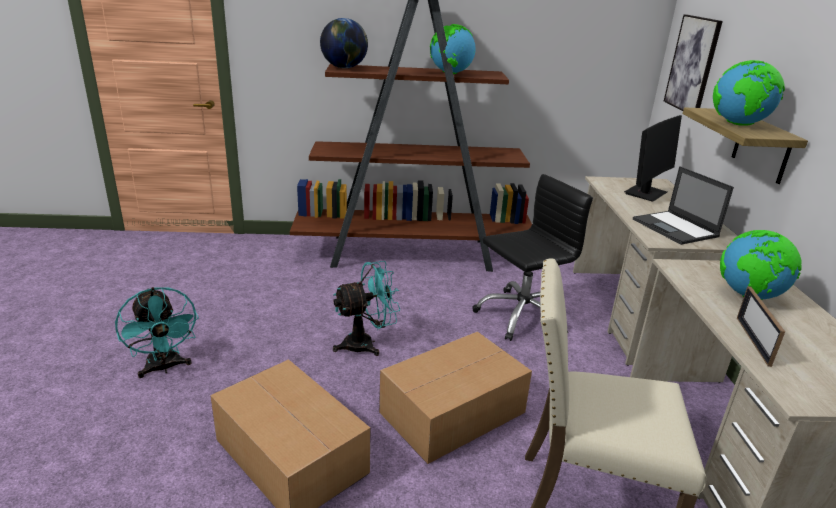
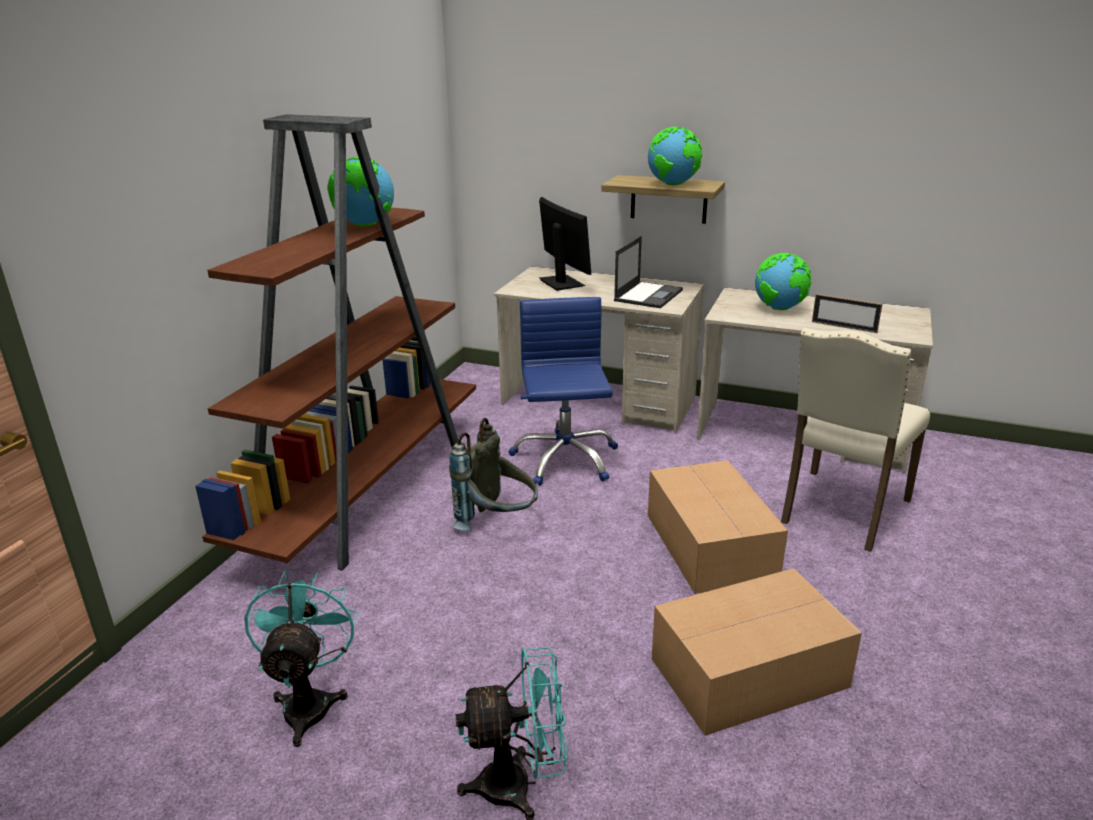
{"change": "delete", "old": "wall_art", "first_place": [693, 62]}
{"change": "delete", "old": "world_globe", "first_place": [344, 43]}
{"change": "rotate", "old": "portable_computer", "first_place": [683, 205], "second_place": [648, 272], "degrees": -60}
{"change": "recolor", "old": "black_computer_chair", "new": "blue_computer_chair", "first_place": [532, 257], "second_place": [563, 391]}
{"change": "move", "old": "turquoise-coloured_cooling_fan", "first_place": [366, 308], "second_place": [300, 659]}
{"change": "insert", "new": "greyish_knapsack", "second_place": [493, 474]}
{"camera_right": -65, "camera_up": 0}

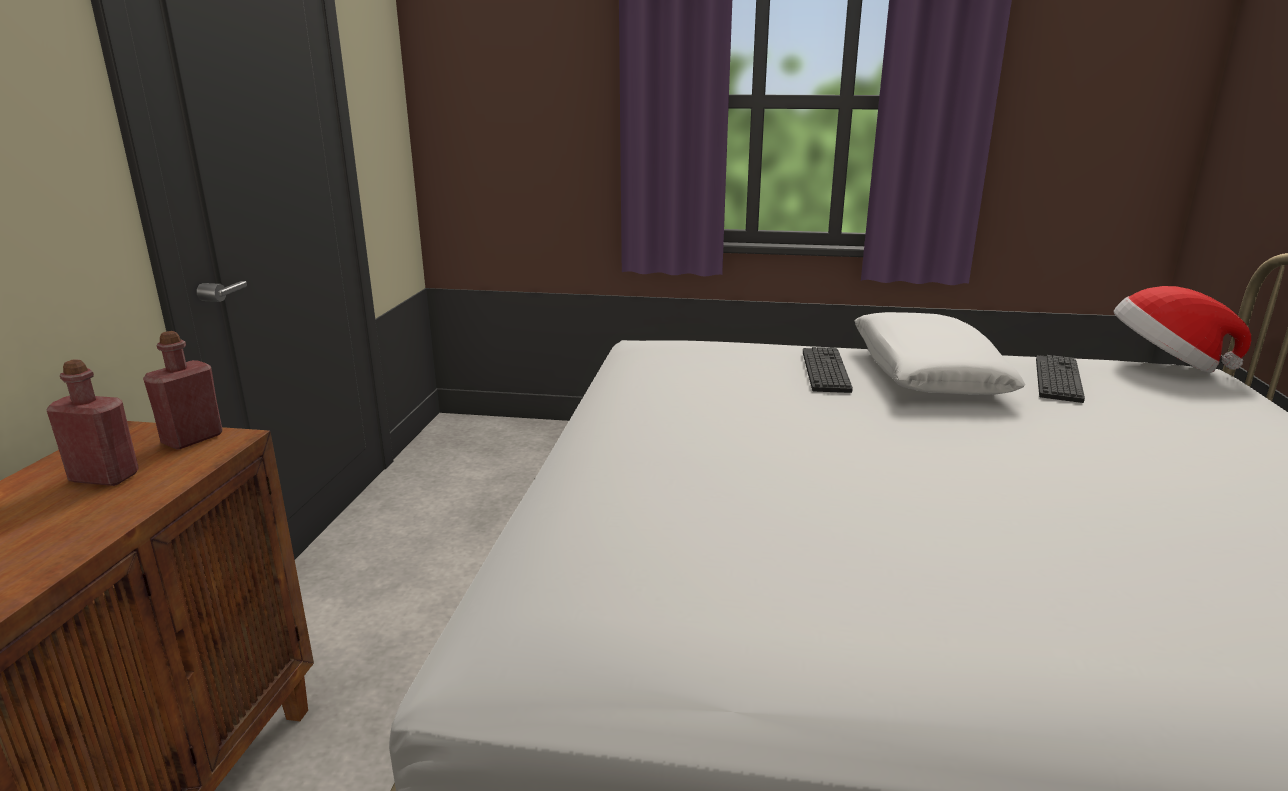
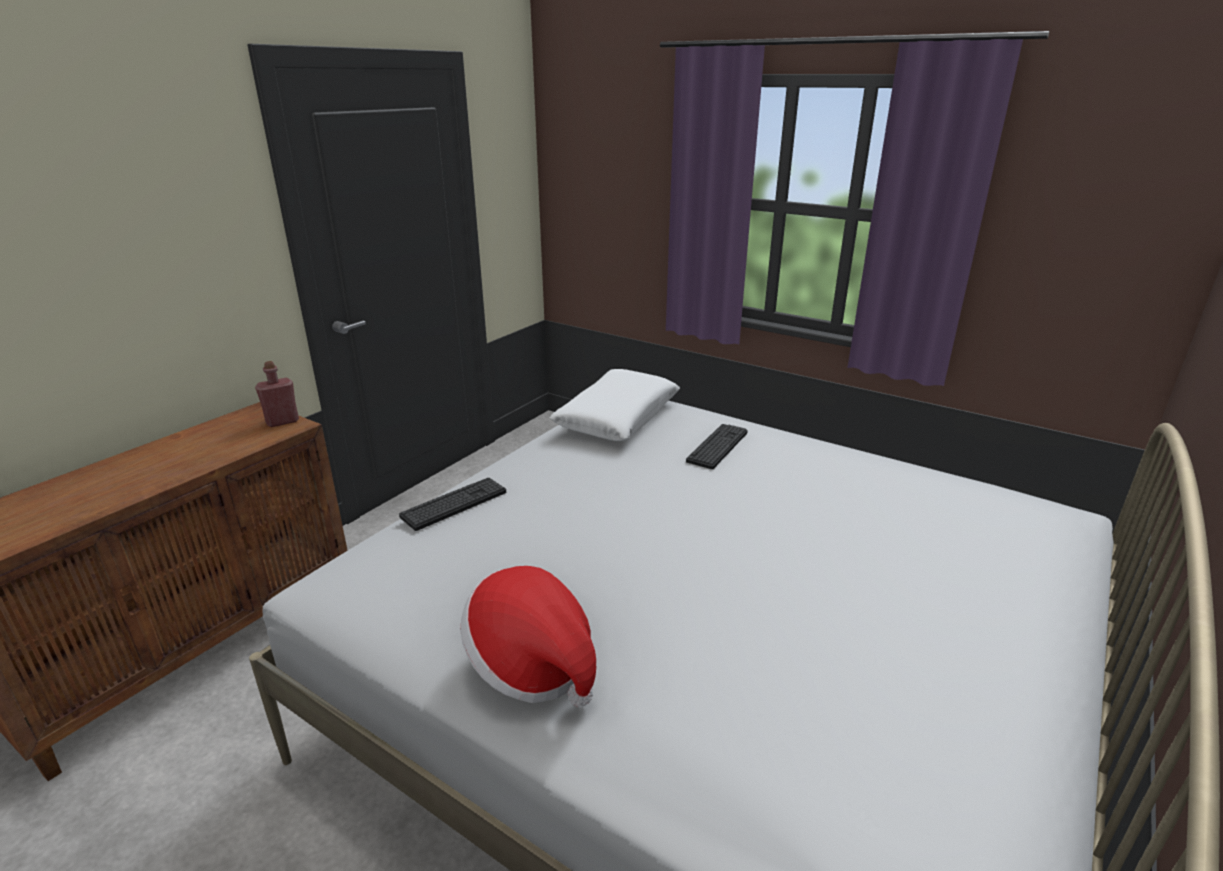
{"change": "move", "old": "hat", "first_place": [1182, 329], "second_place": [528, 636]}
{"change": "move", "old": "white_throw_pillow", "first_place": [939, 353], "second_place": [615, 405]}
{"change": "move", "old": "PC_keyboard", "first_place": [1060, 379], "second_place": [452, 504]}
{"change": "delete", "old": "red-coloured_beverage_bottle", "first_place": [93, 422]}
{"camera_right": 25, "camera_up": 5}

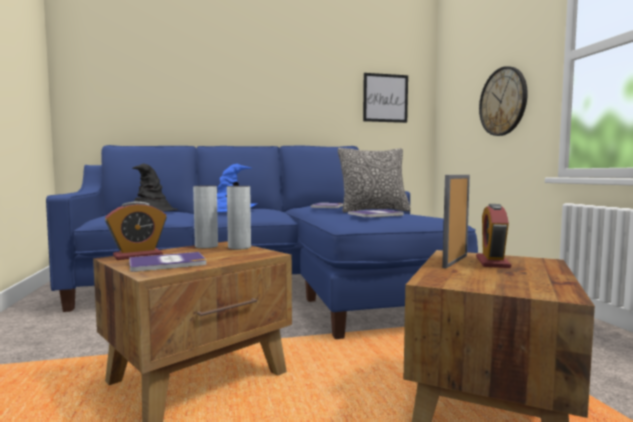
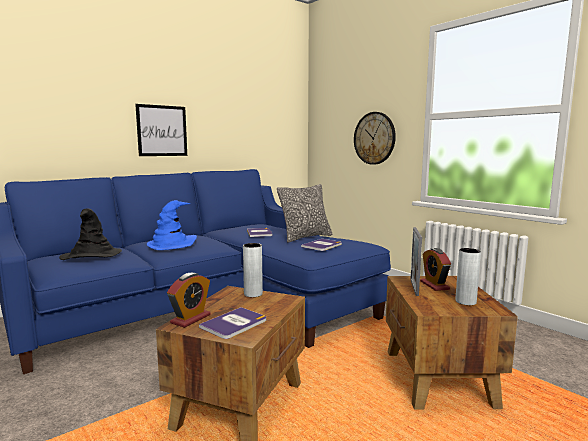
{"change": "move", "old": "wall_art", "first_place": [385, 98], "second_place": [161, 130]}
{"change": "move", "old": "greyish_decorative_vase", "first_place": [205, 217], "second_place": [468, 276]}
{"camera_right": -25, "camera_up": 5}

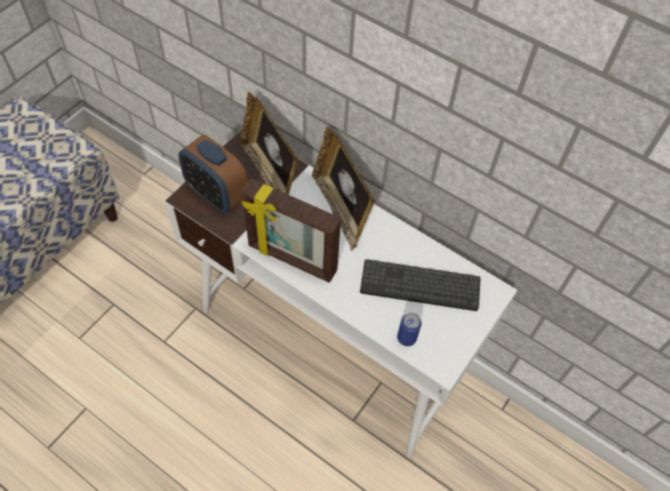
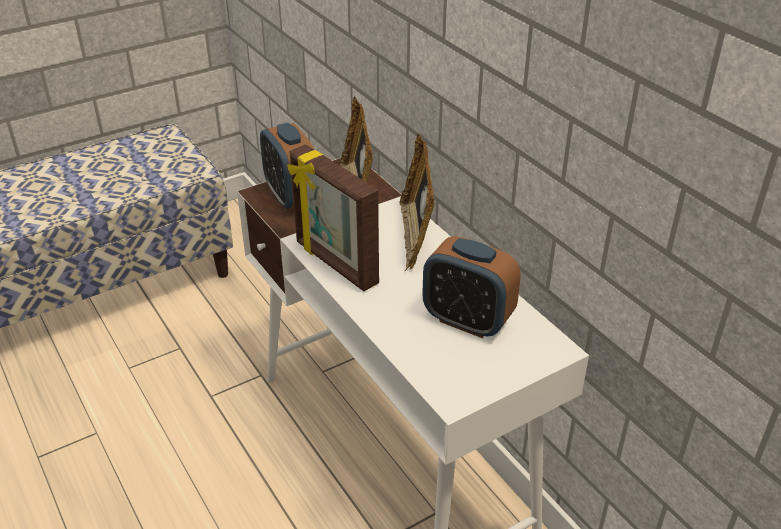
{"change": "replace", "old": "PC_keyboard", "new": "bedside_clock", "first_place": [420, 285], "second_place": [471, 287]}
{"change": "delete", "old": "metal_can", "first_place": [409, 329]}
{"camera_right": 25, "camera_up": -20}

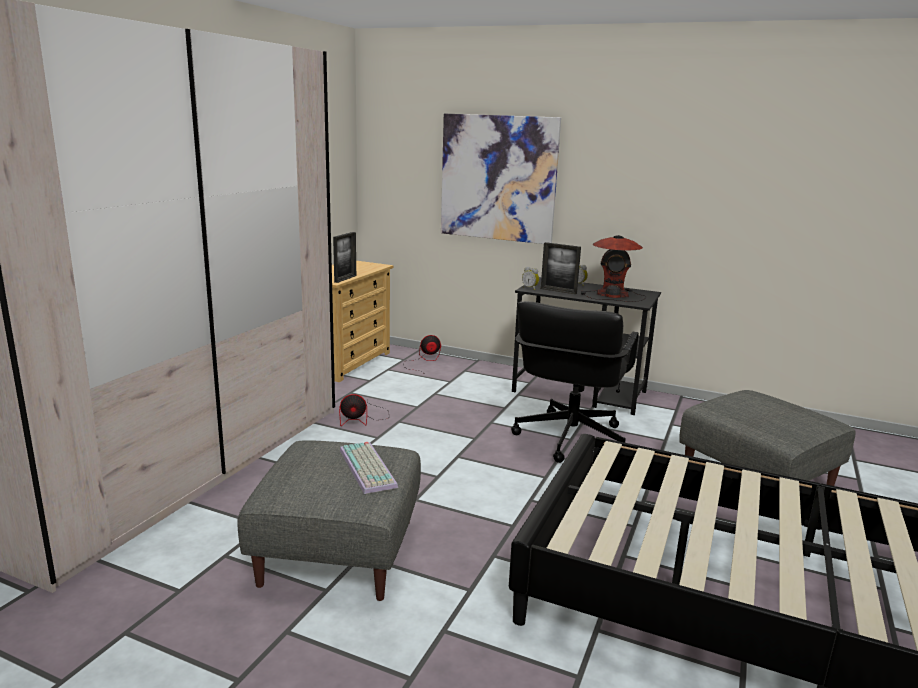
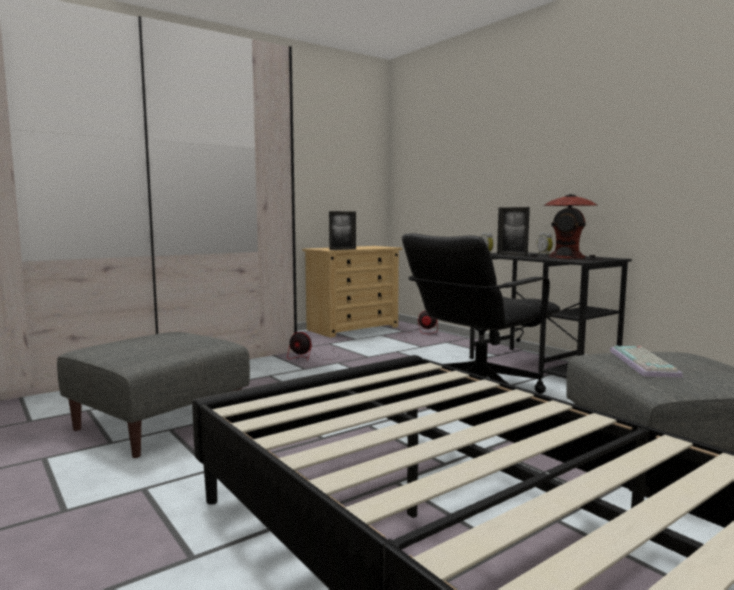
{"change": "delete", "old": "wall_art", "first_place": [501, 179]}
{"change": "move", "old": "PC_keyboard", "first_place": [369, 468], "second_place": [646, 362]}
{"camera_right": 30, "camera_up": -10}

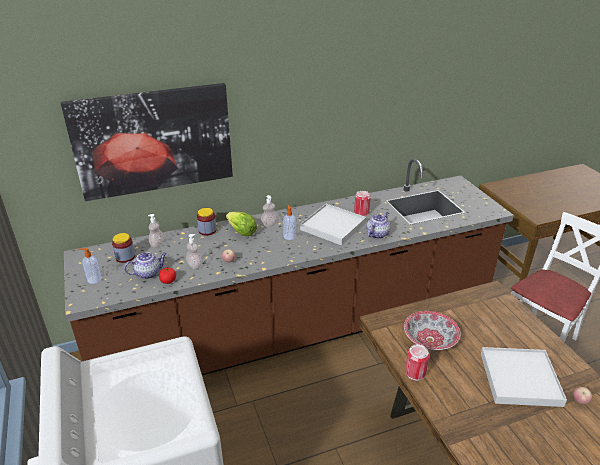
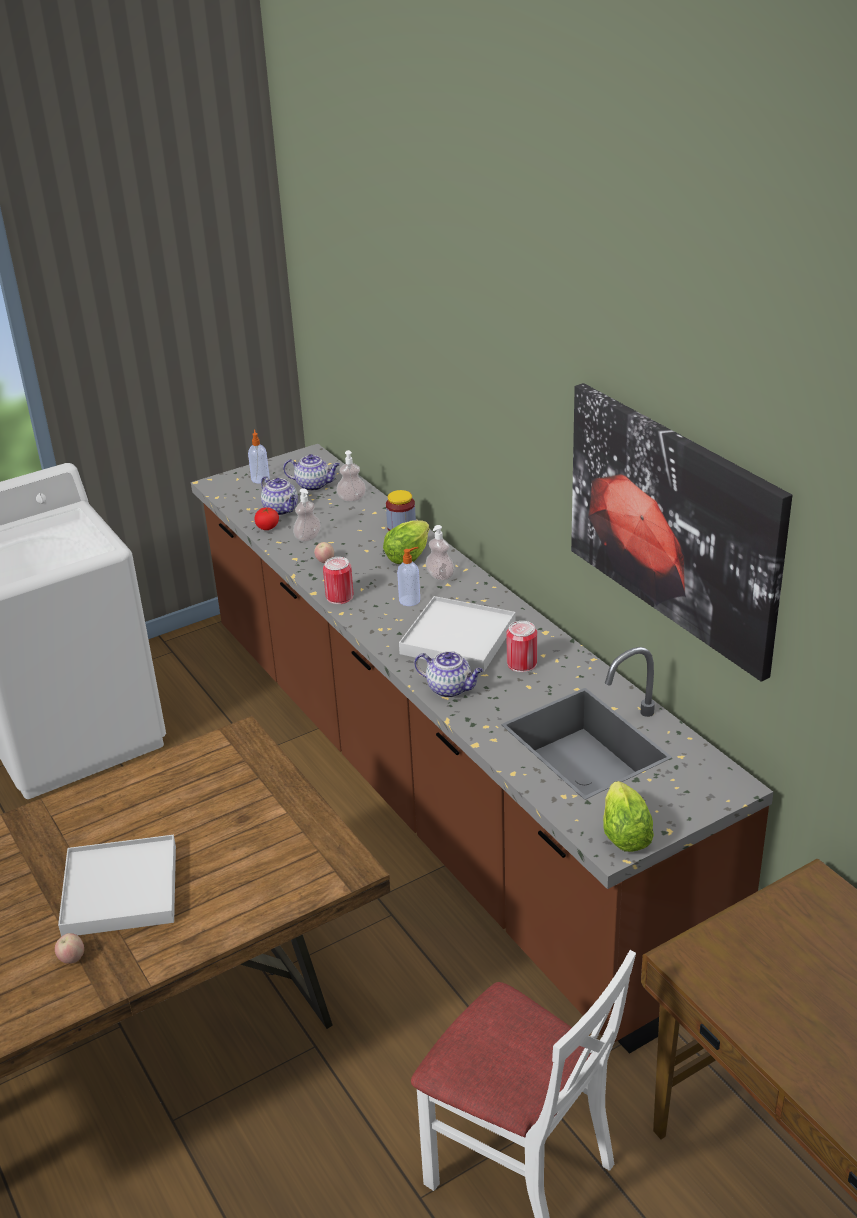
{"change": "move", "old": "wall_art", "first_place": [147, 142], "second_place": [681, 532]}
{"change": "replace", "old": "jar", "new": "teapot", "first_place": [123, 248], "second_place": [311, 472]}
{"change": "delete", "old": "bowl", "first_place": [432, 331]}
{"change": "move", "old": "metal_can", "first_place": [417, 362], "second_place": [338, 580]}
{"change": "insert", "new": "lettuce", "second_place": [628, 816]}
{"camera_right": 80, "camera_up": 0}

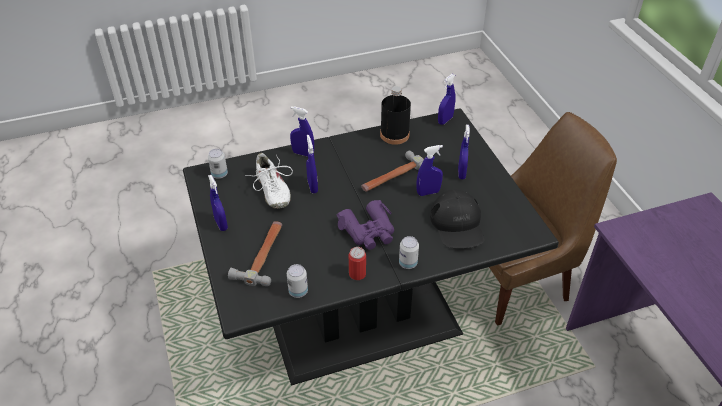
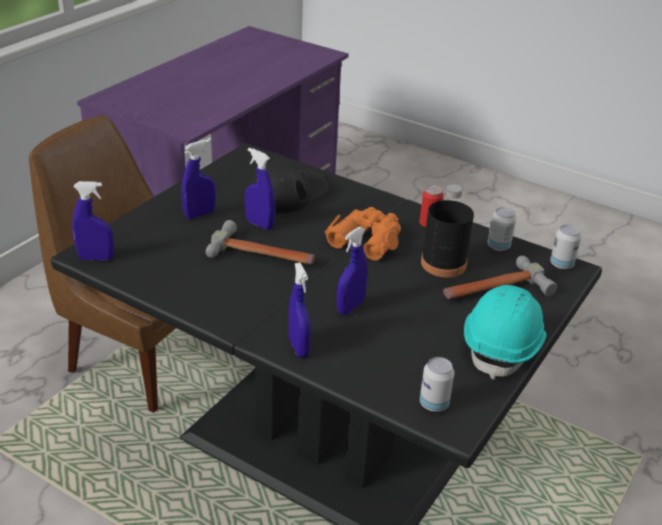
{"change": "move", "old": "black_beverage_bottle", "first_place": [395, 115], "second_place": [447, 231]}
{"change": "delete", "old": "white_low_shoe", "first_place": [269, 181]}
{"change": "replace", "old": "blue_spray_bottle", "new": "turquoise-coloured_work_helmet", "first_place": [218, 203], "second_place": [505, 332]}
{"change": "recolor", "old": "purple_pair_of_binoculars", "new": "orange_pair_of_binoculars", "first_place": [365, 225], "second_place": [363, 234]}
{"change": "move", "old": "metal_can", "first_place": [409, 252], "second_place": [565, 247]}
{"camera_right": -130, "camera_up": -10}

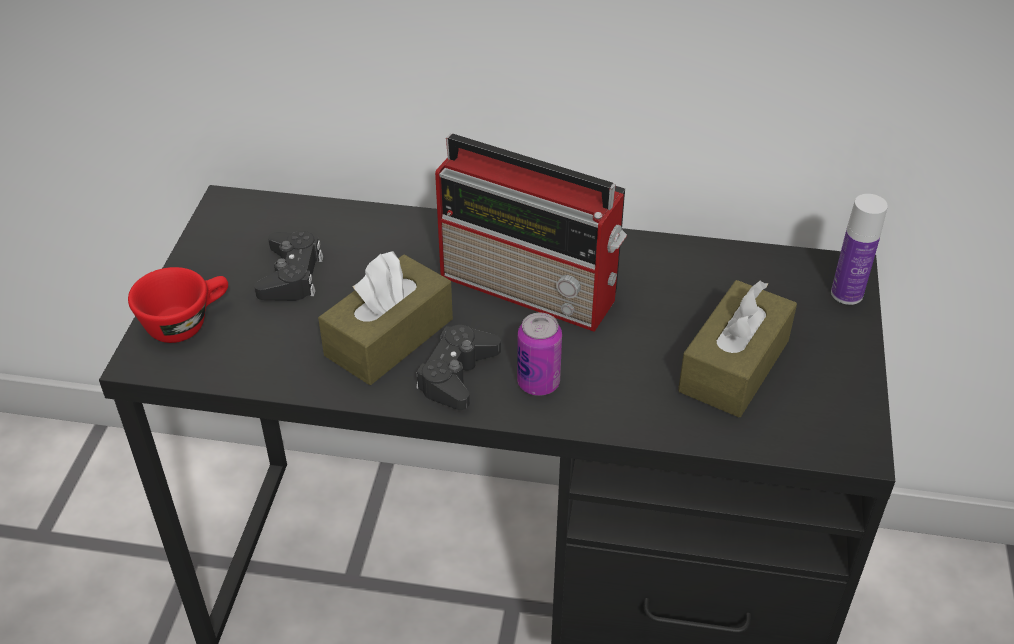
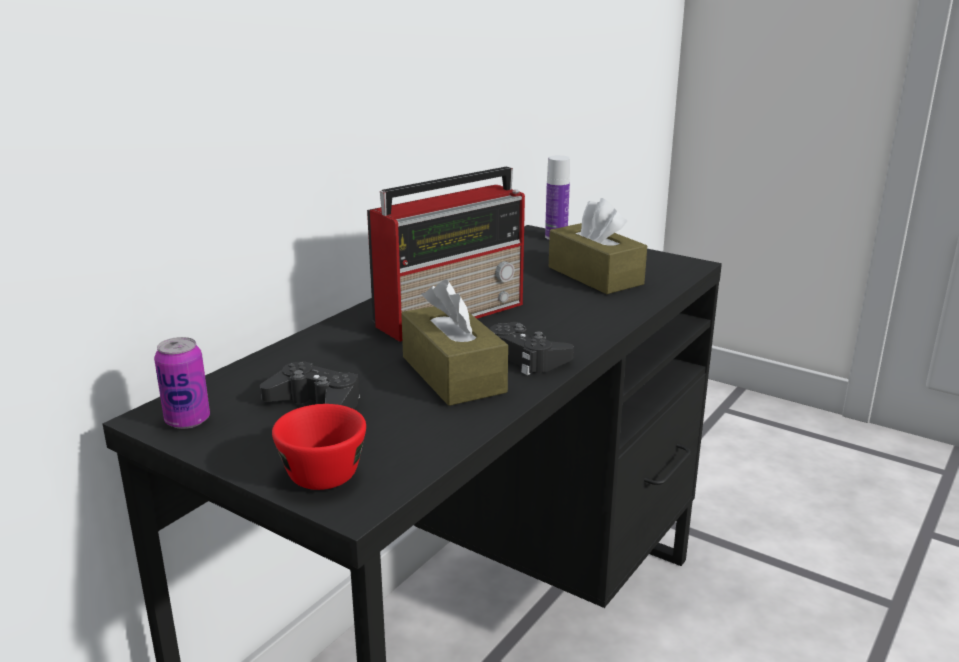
{"change": "move", "old": "metal_can", "first_place": [539, 354], "second_place": [182, 383]}
{"camera_right": -65, "camera_up": -20}

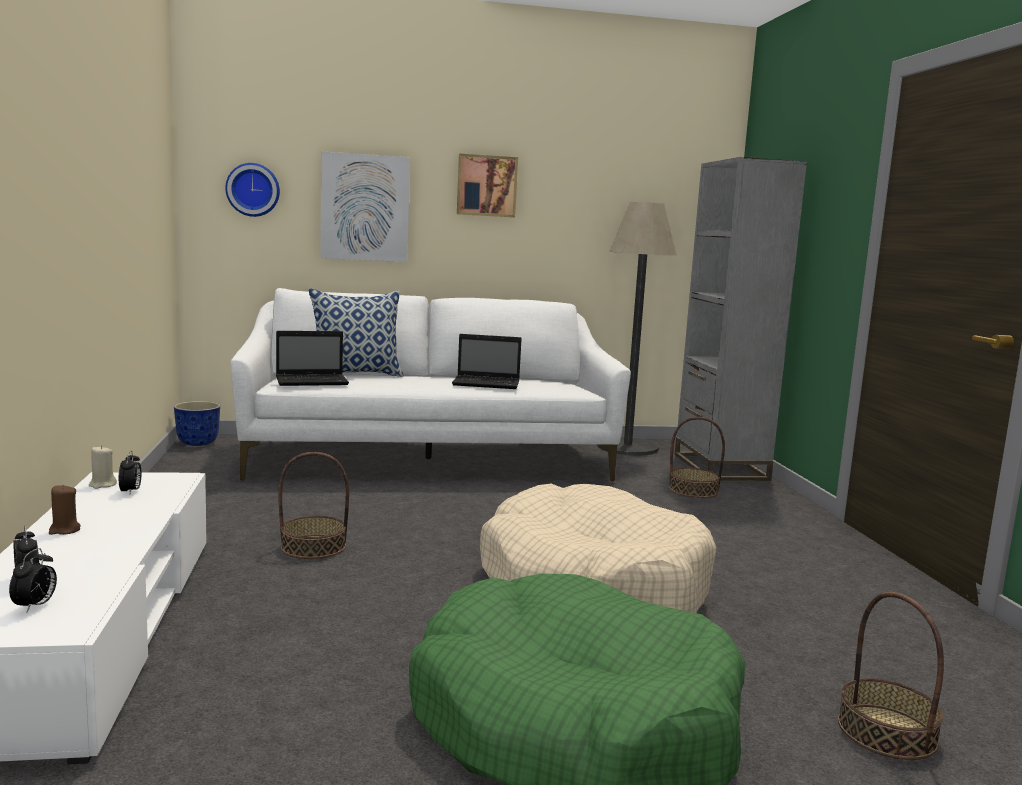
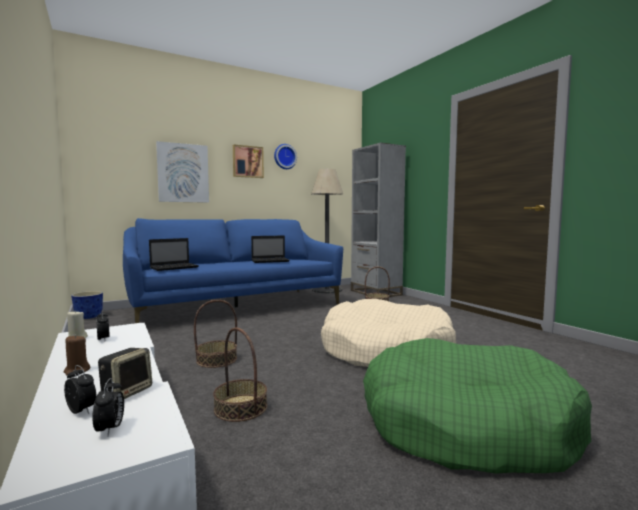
{"change": "move", "old": "wall_clock", "first_place": [252, 190], "second_place": [285, 156]}
{"change": "recolor", "old": "white_couch", "new": "blue_couch", "first_place": [430, 385], "second_place": [233, 270]}
{"change": "delete", "old": "throw_pillow", "first_place": [356, 332]}
{"change": "move", "old": "storage_basket", "first_place": [891, 676], "second_place": [240, 374]}
{"change": "insert", "new": "loudspeaker", "second_place": [125, 373]}
{"camera_right": -20, "camera_up": -5}

